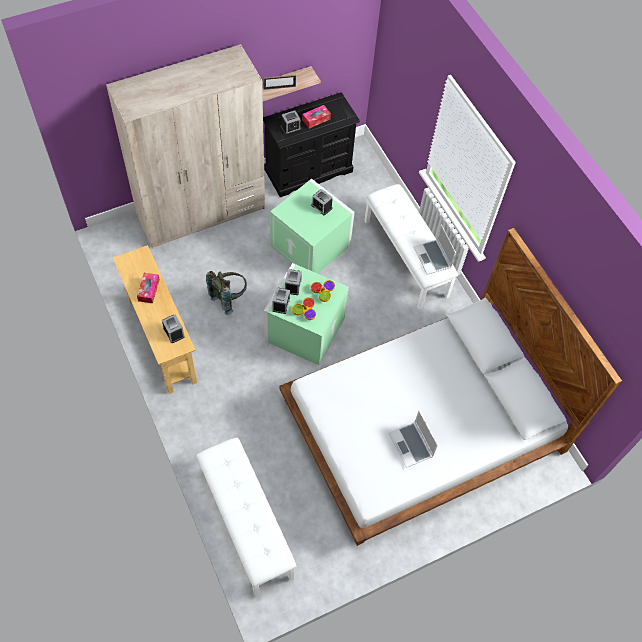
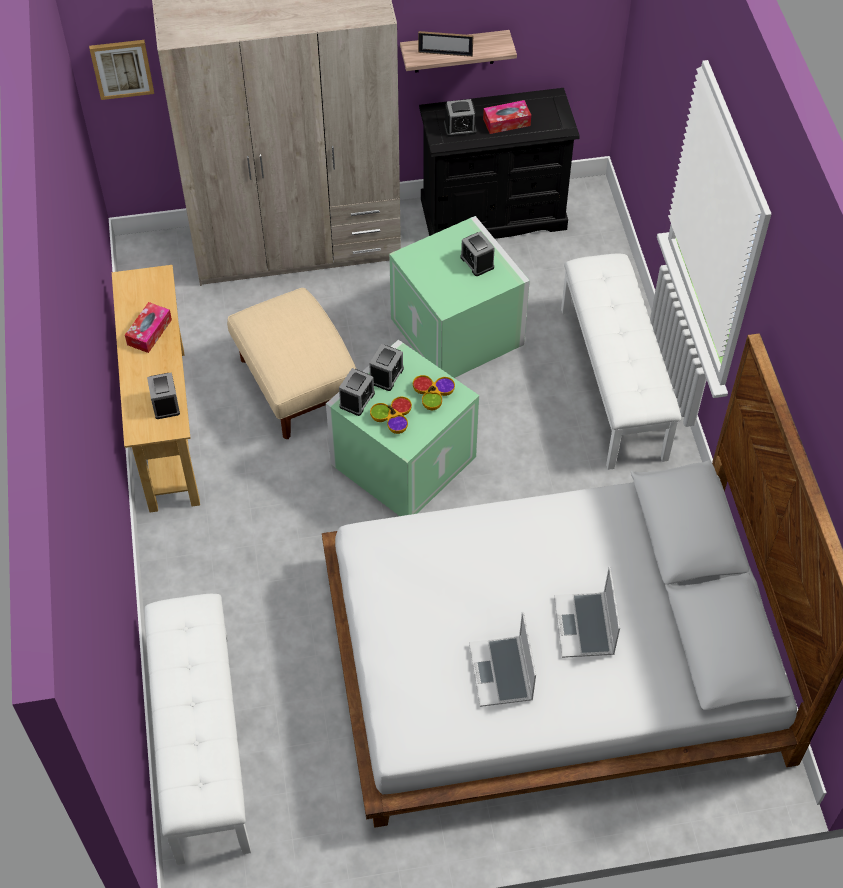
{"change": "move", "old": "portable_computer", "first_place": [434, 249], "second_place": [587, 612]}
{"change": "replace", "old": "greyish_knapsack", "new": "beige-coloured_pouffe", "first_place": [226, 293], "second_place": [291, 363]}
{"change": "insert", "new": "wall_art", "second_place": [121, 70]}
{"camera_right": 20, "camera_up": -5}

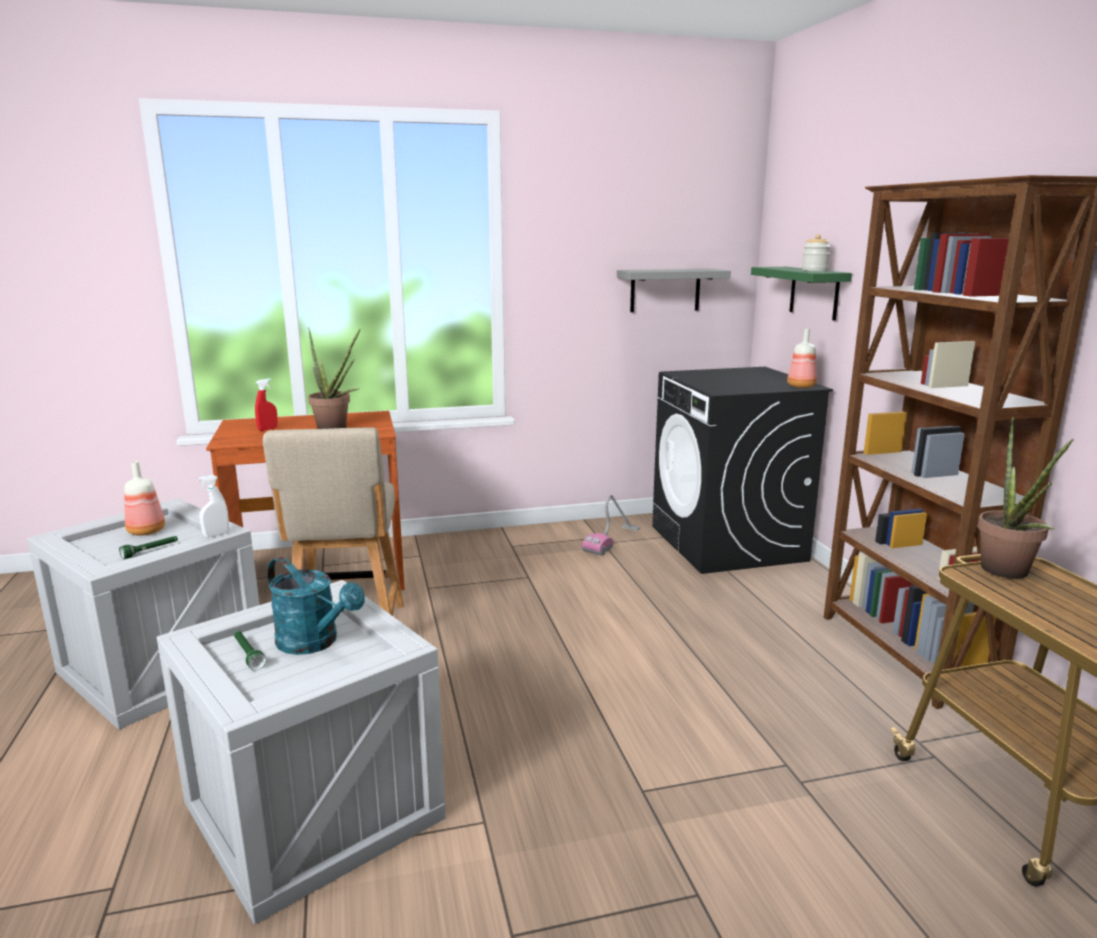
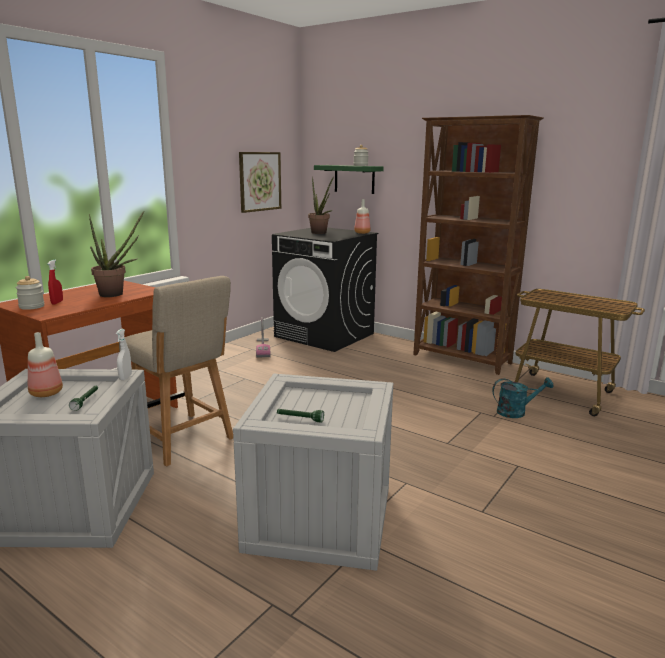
{"change": "replace", "old": "greyish_bracket_shelf", "new": "wall_art", "first_place": [674, 290], "second_place": [260, 182]}
{"change": "move", "old": "plant_in_a_pot", "first_place": [1025, 498], "second_place": [321, 205]}
{"change": "move", "old": "turquoise-coloured_watering_pot", "first_place": [316, 606], "second_place": [523, 397]}
{"change": "insert", "new": "jar", "second_place": [30, 293]}
{"camera_right": -40, "camera_up": 0}

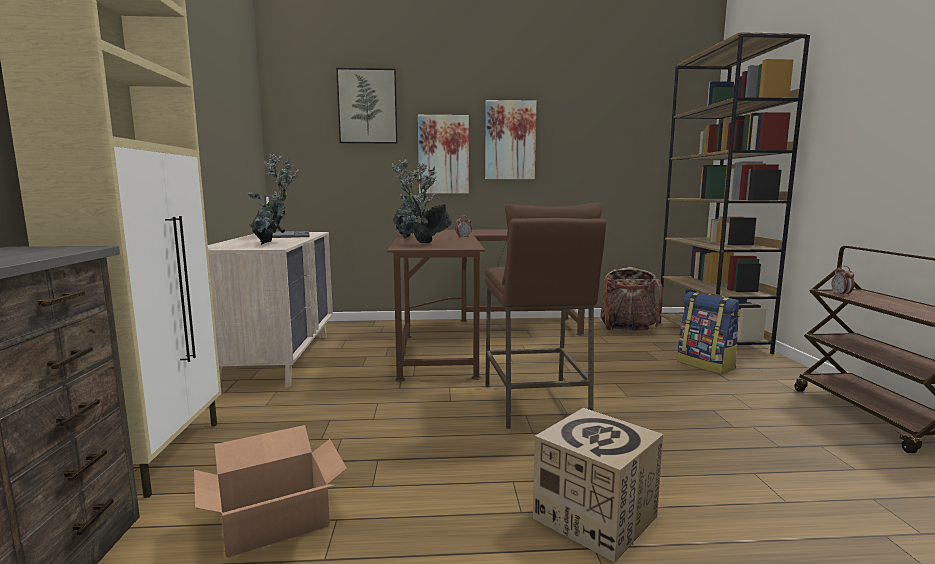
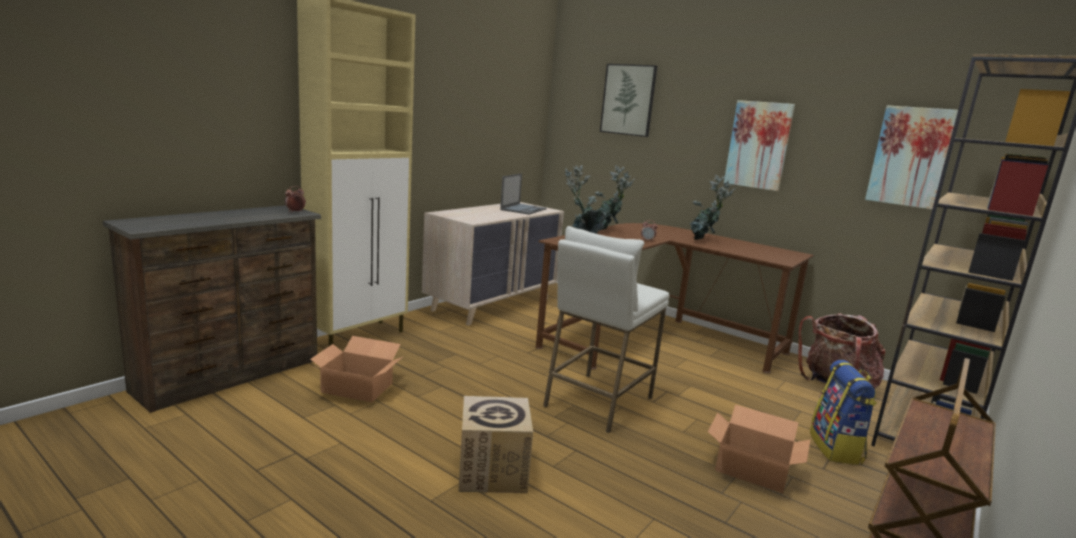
{"change": "move", "old": "wall_art", "first_place": [443, 154], "second_place": [911, 157]}
{"change": "move", "old": "plant_in_a_pot", "first_place": [273, 199], "second_place": [712, 207]}
{"change": "recolor", "old": "brownish_stool_seat", "new": "white_stool_seat", "first_place": [545, 315], "second_place": [606, 329]}
{"change": "move", "old": "bedside_clock", "first_place": [843, 280], "second_place": [295, 199]}
{"change": "insert", "new": "packing_box", "second_place": [759, 449]}
{"camera_right": 40, "camera_up": 5}

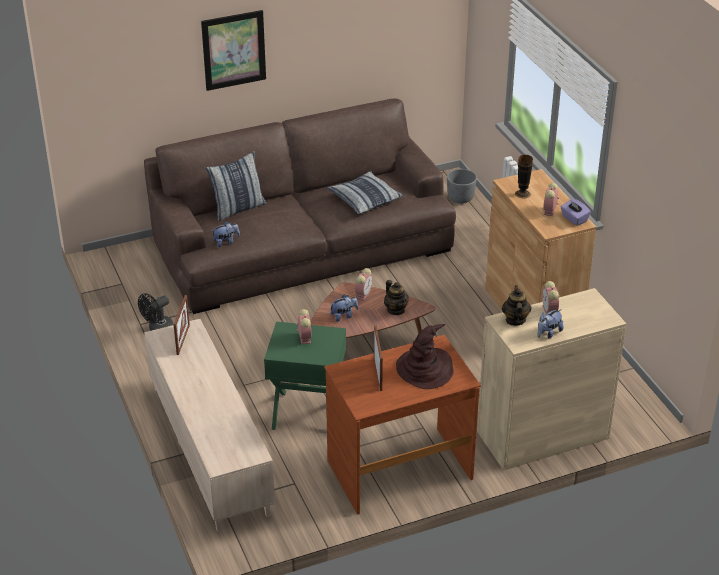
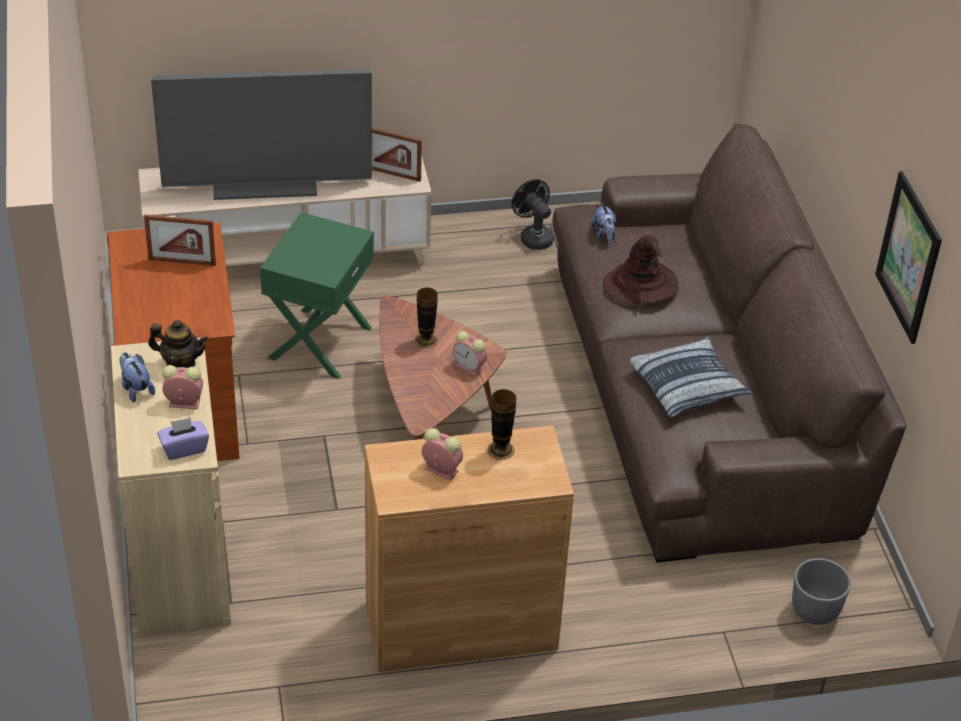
{"change": "move", "old": "wall_art", "first_place": [233, 50], "second_place": [908, 257]}
{"change": "delete", "old": "throw_pillow", "first_place": [236, 186]}
{"change": "move", "old": "purple_tissue_holder", "first_place": [576, 212], "second_place": [183, 439]}
{"change": "delete", "old": "teapot", "first_place": [396, 297]}
{"change": "replace", "old": "plush_toy", "new": "decorative_vase", "first_place": [344, 308], "second_place": [426, 317]}
{"change": "delete", "old": "bedside_clock", "first_place": [304, 326]}
{"change": "move", "old": "brownish_hat", "first_place": [425, 356], "second_place": [641, 270]}
{"change": "insert", "new": "TV", "second_place": [261, 134]}
{"camera_right": 100, "camera_up": 5}

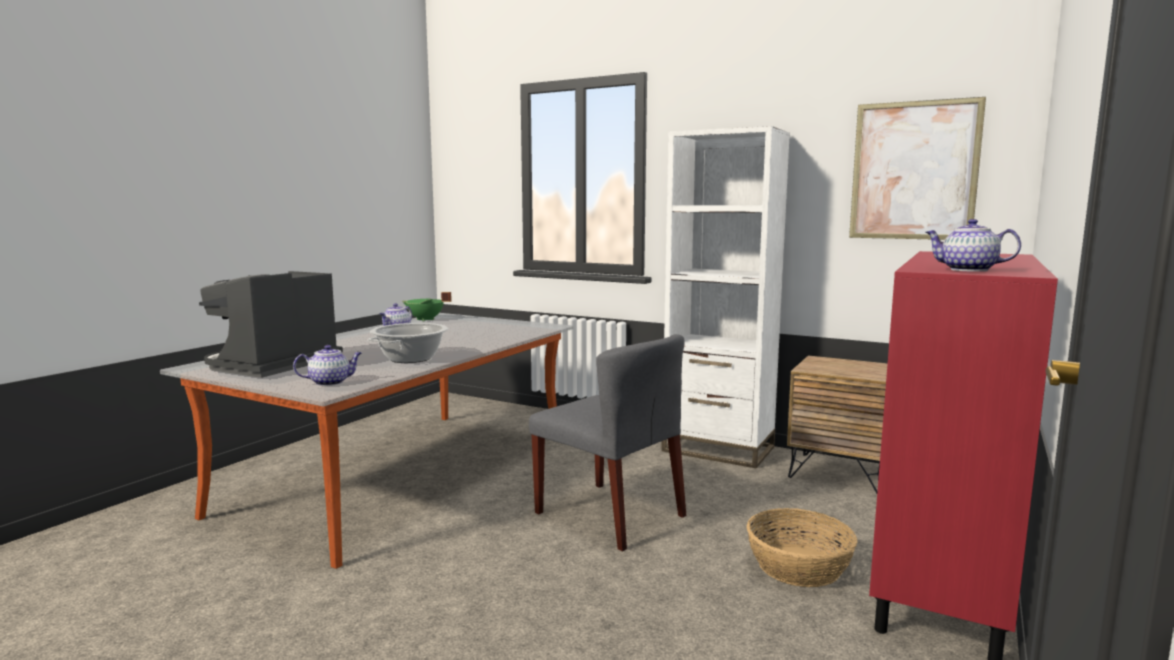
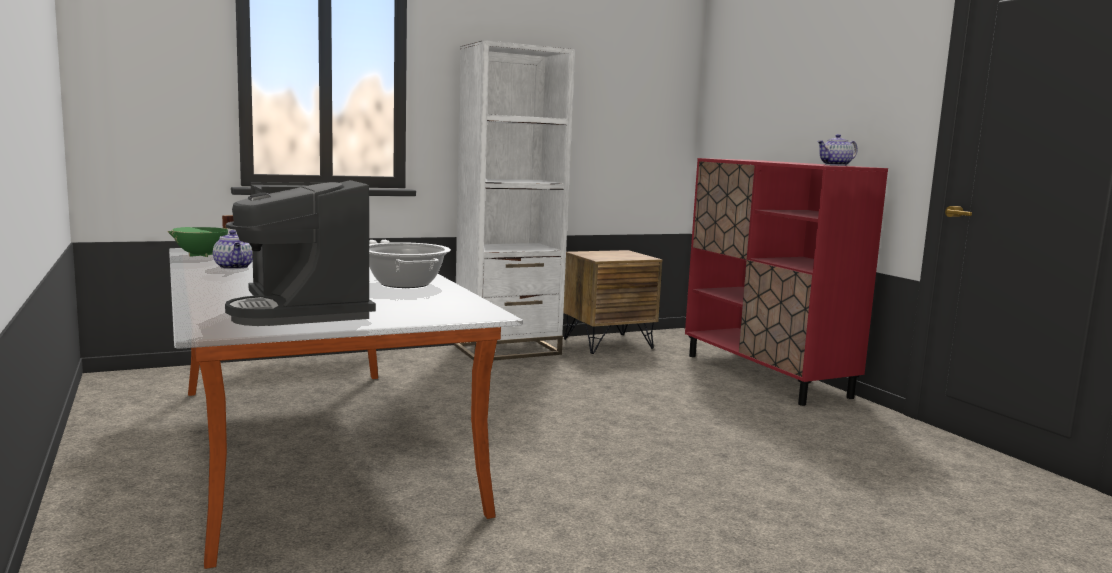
{"change": "delete", "old": "wall_art", "first_place": [917, 168]}
{"change": "delete", "old": "greyish_upright_chair", "first_place": [607, 443]}
{"change": "delete", "old": "teapot", "first_place": [327, 365]}
{"change": "delete", "old": "storage_basket", "first_place": [802, 547]}
{"camera_right": -55, "camera_up": 0}

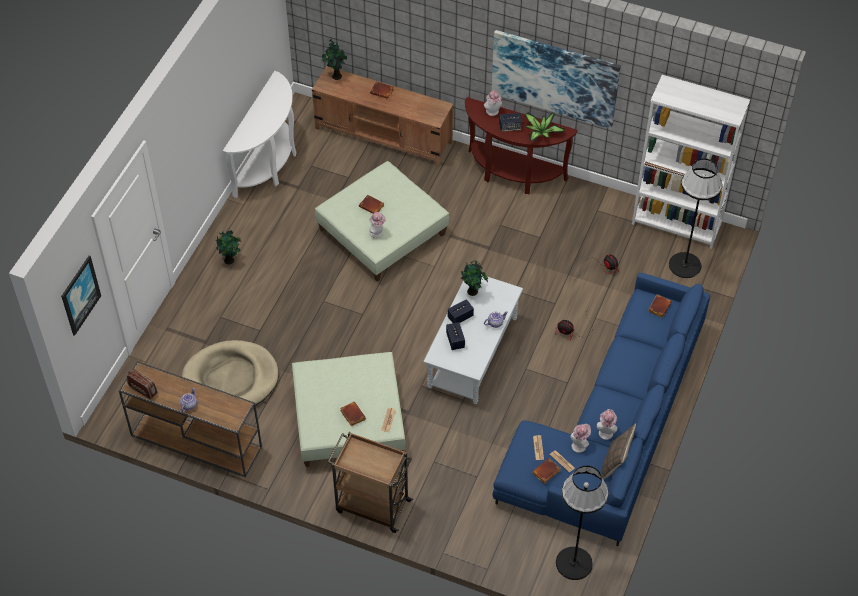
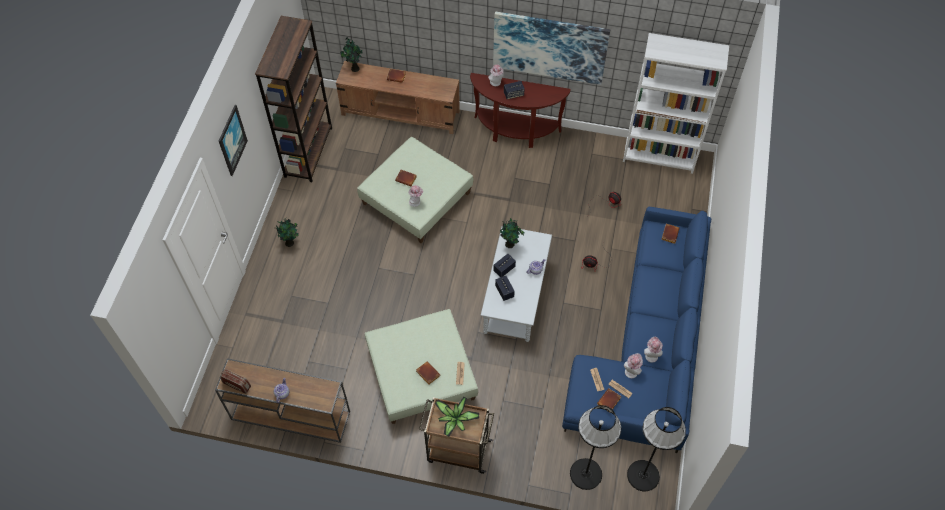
{"change": "replace", "old": "white_hall_table", "new": "brownish_bookshelf", "first_place": [259, 134], "second_place": [293, 99]}
{"change": "move", "old": "plant_in_a_pot", "first_place": [544, 127], "second_place": [457, 417]}
{"change": "move", "old": "black_standing_lamp", "first_place": [695, 218], "second_place": [595, 447]}
{"change": "move", "old": "wall_art", "first_place": [81, 296], "second_place": [233, 140]}
{"change": "delete", "old": "beige-coloured_dog_bed", "first_place": [230, 373]}
{"change": "delete", "old": "throw_pillow", "first_place": [619, 451]}
{"camera_right": -10, "camera_up": 5}

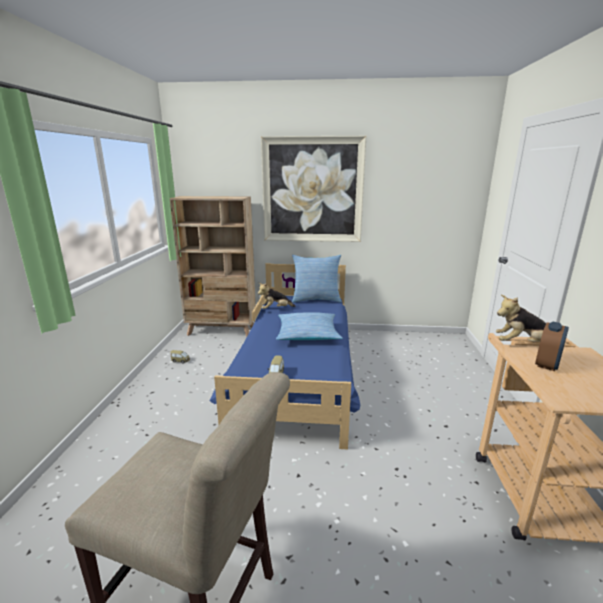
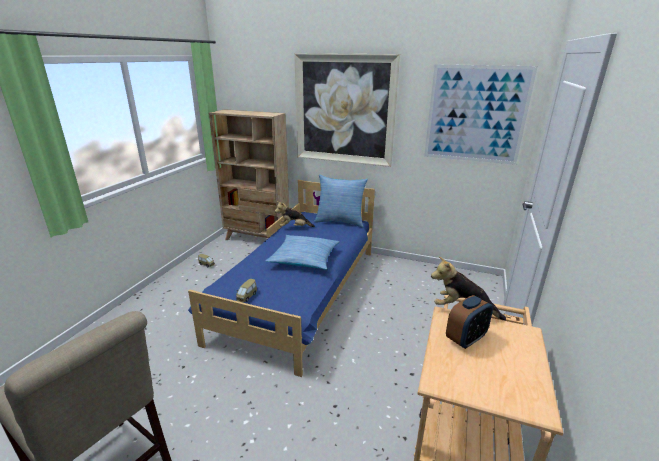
{"change": "insert", "new": "wall_art", "second_place": [481, 114]}
{"camera_right": 15, "camera_up": 5}

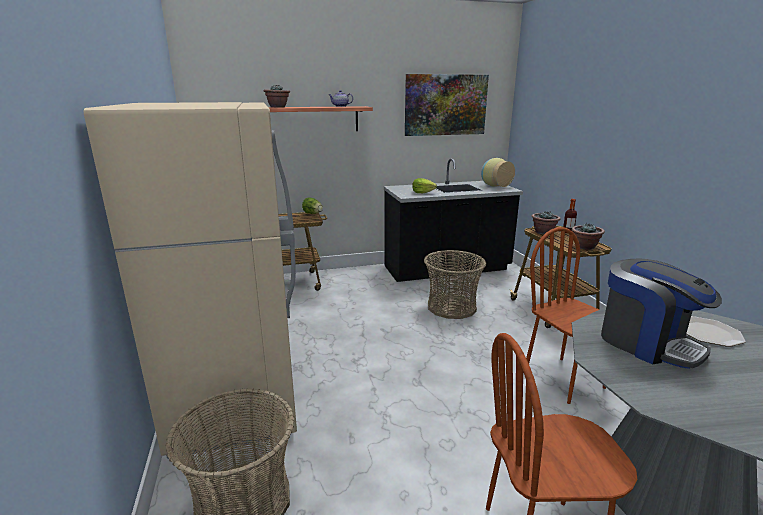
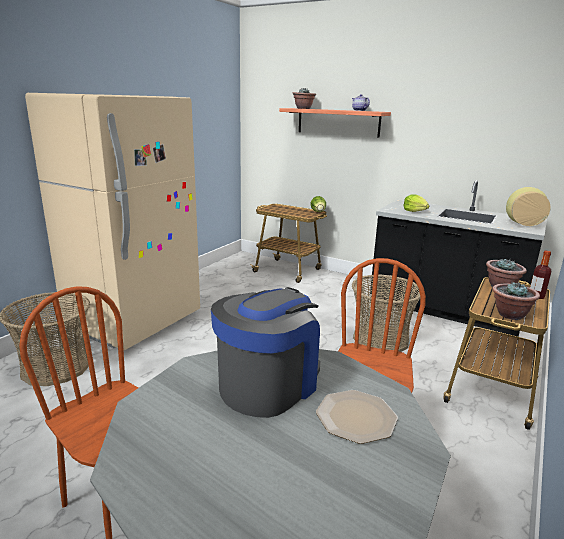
{"change": "delete", "old": "wall_art", "first_place": [447, 105]}
{"change": "rotate", "old": "coffee_machine", "first_place": [661, 313], "second_place": [265, 352], "degrees": -150}
{"camera_right": 45, "camera_up": 0}

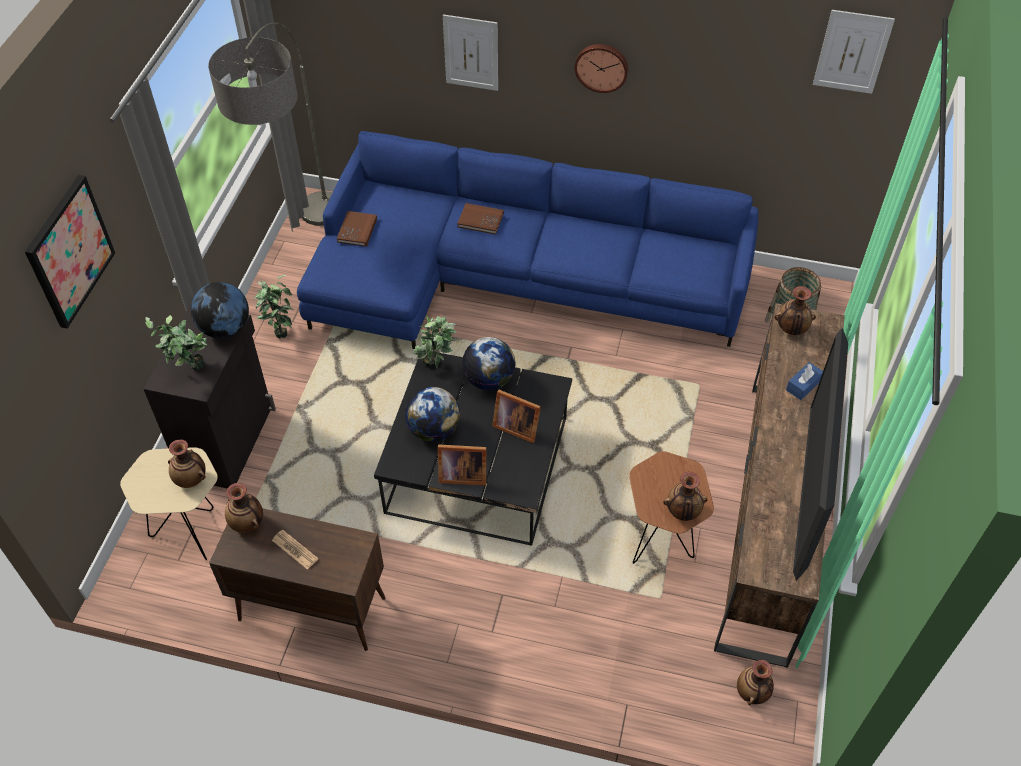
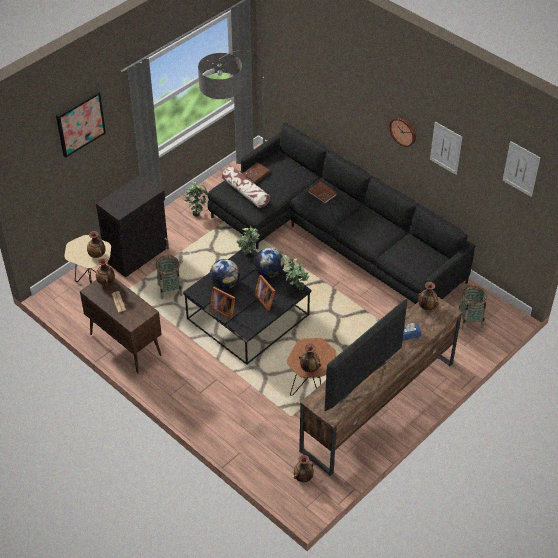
{"change": "move", "old": "wall_art", "first_place": [470, 52], "second_place": [446, 148]}
{"change": "recolor", "old": "blue_couch", "new": "black_couch", "first_place": [527, 240], "second_place": [341, 213]}
{"change": "delete", "old": "world_globe", "first_place": [220, 310]}
{"change": "move", "old": "plant_in_a_pot", "first_place": [176, 342], "second_place": [296, 273]}
{"change": "insert", "new": "throw_pillow", "second_place": [246, 187]}
{"change": "insert", "new": "storage_basket", "second_place": [169, 277]}
{"camera_right": 30, "camera_up": -5}

